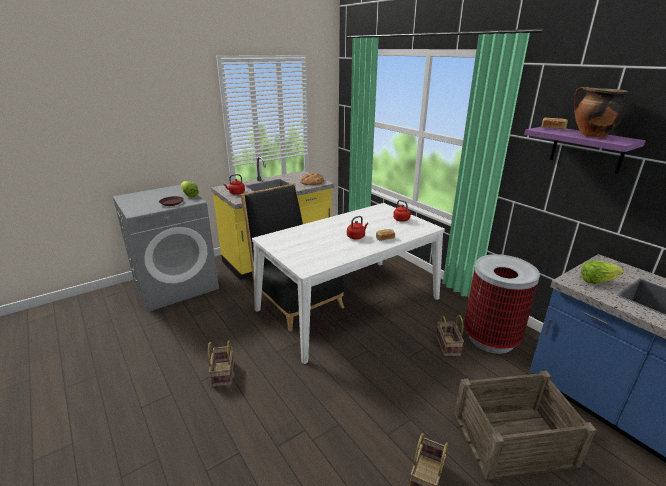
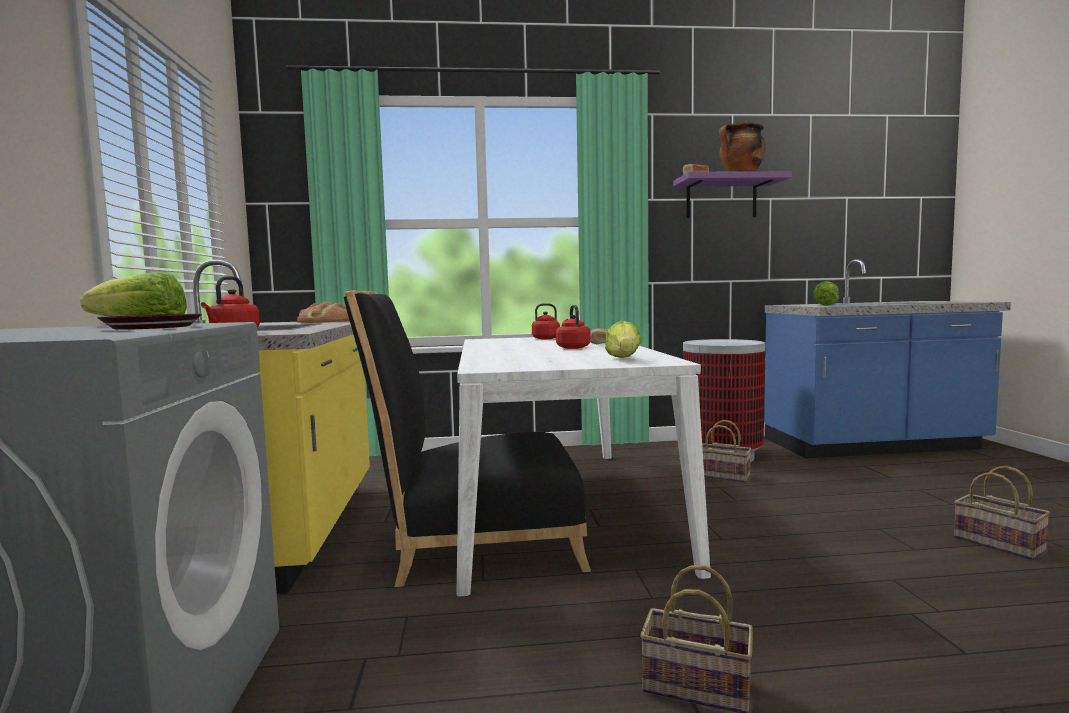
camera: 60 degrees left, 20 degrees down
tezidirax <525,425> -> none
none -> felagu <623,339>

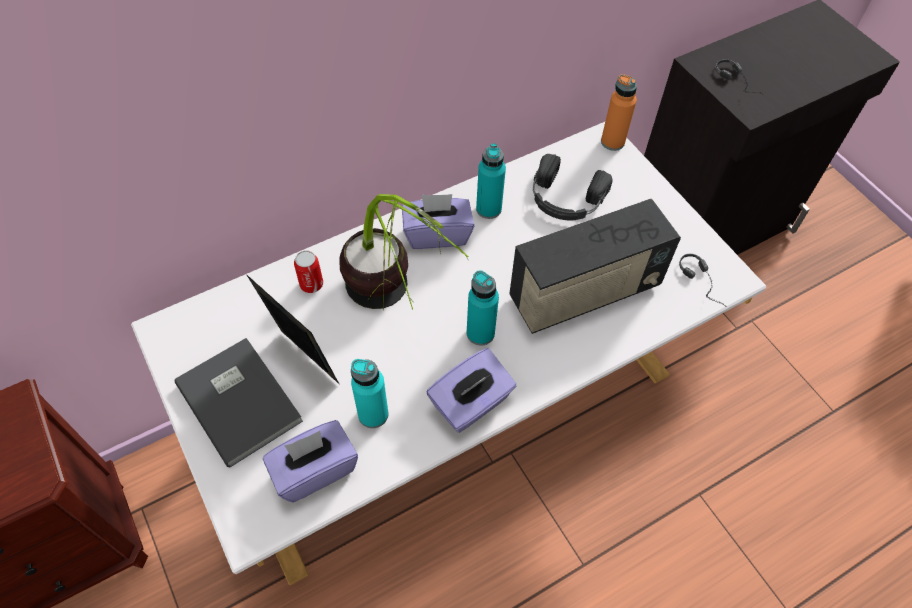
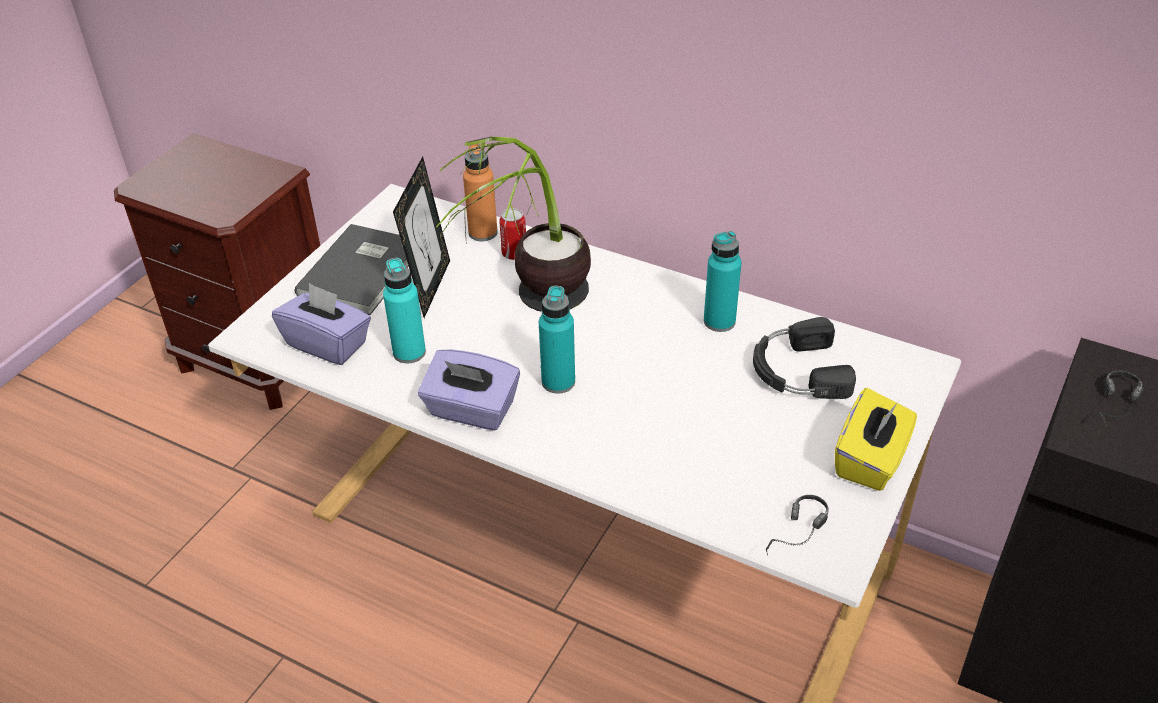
camera: 60 degrees right, 15 degrees down
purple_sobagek <438,221> -> none
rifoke <595,266> -> none
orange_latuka <619,112> -> orange_latuka <480,192>, moved
none -> yellow_sobagek <876,439>

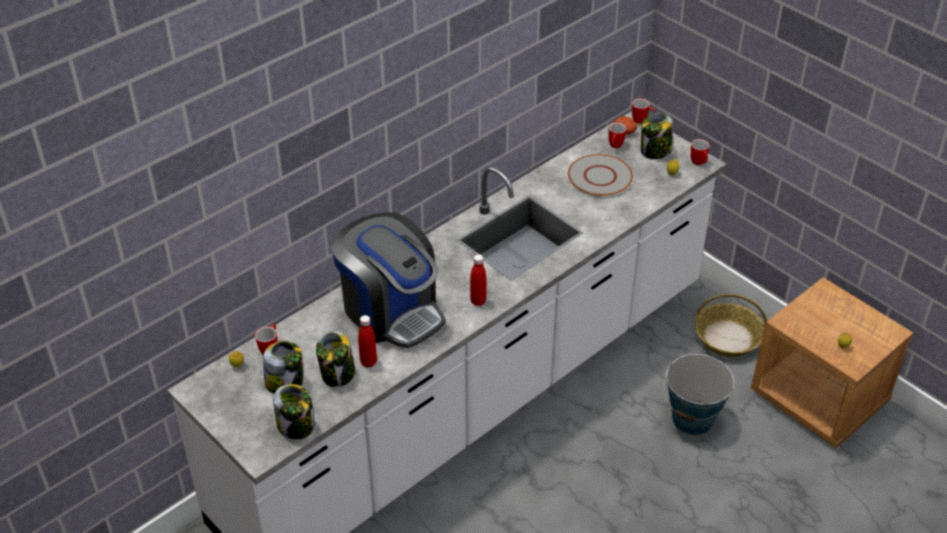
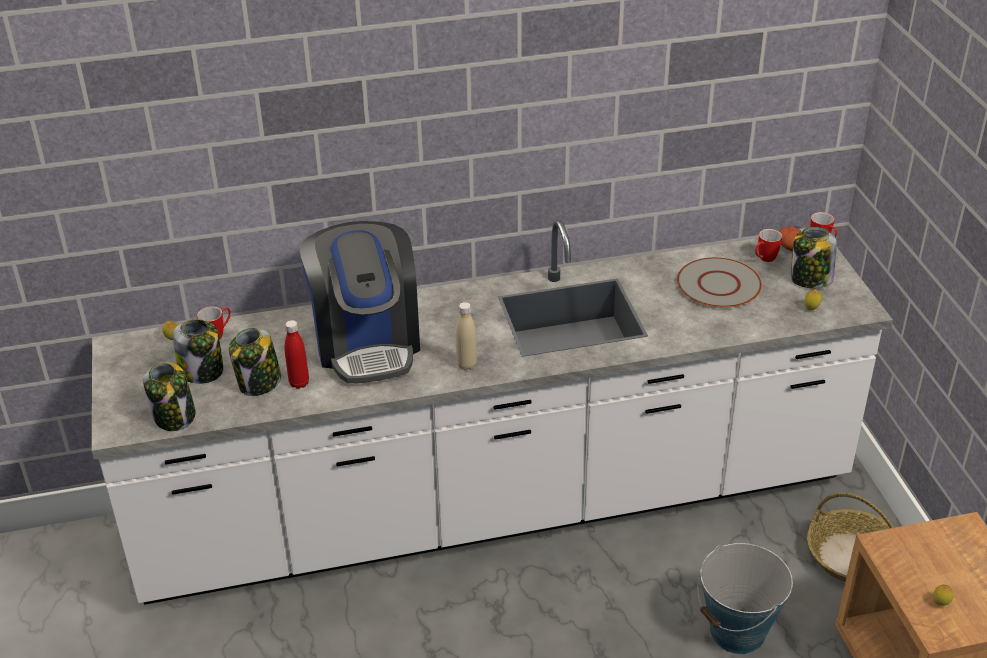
camera: 30 degrees right, 5 degrees down
red_latuka <478,280> -> beige_latuka <466,336>
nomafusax <700,152> -> none

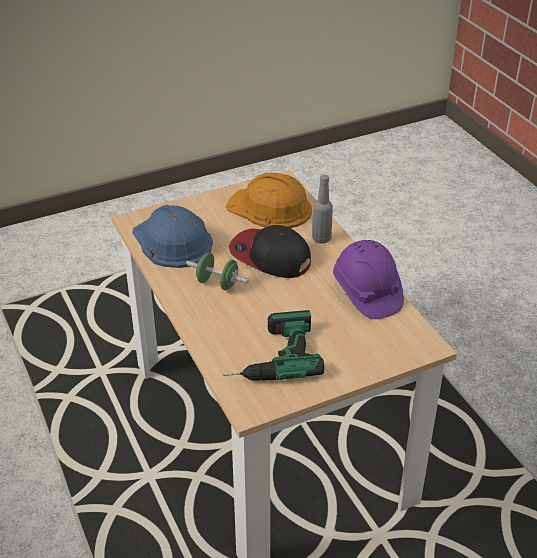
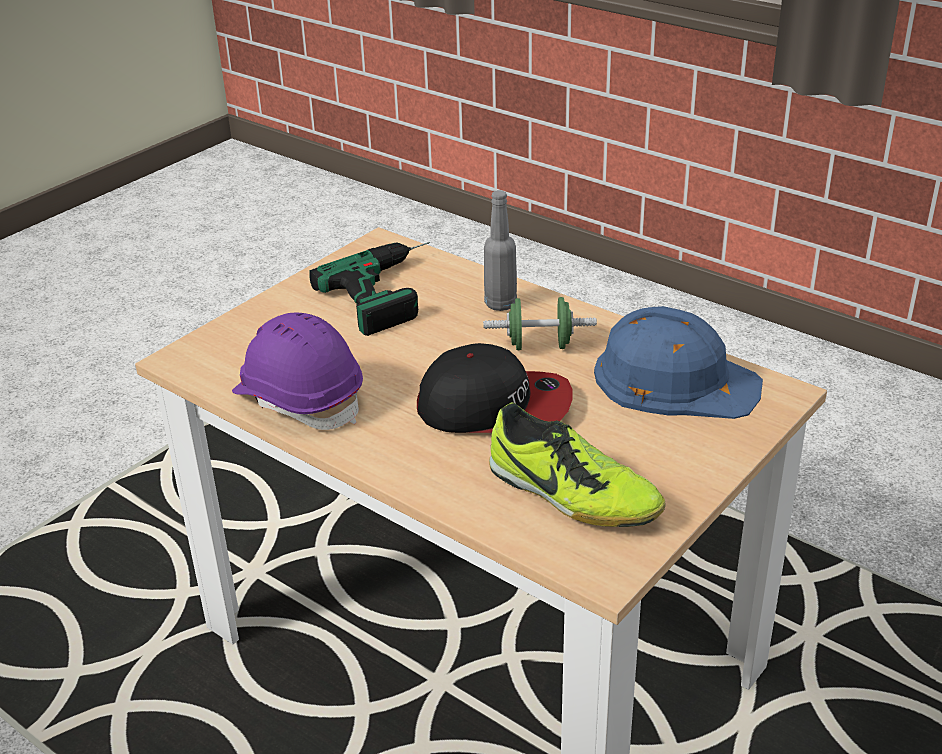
camera: 155 degrees right, 5 degrees down
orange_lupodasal <268,200> -> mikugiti <577,464>
grey_latuka <322,209> -> grey_latuka <500,250>, moved

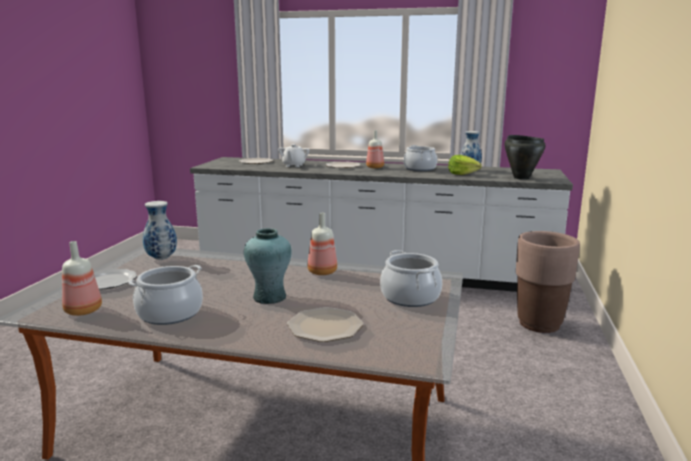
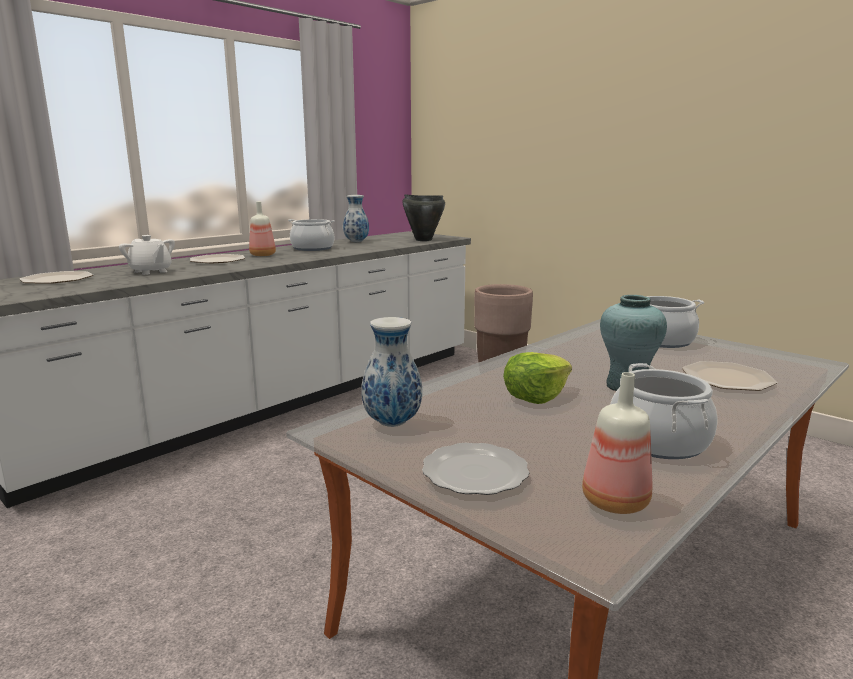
camera: 60 degrees left, 0 degrees up
latuka <322,244> -> none
felagu <465,165> -> felagu <537,378>, moved

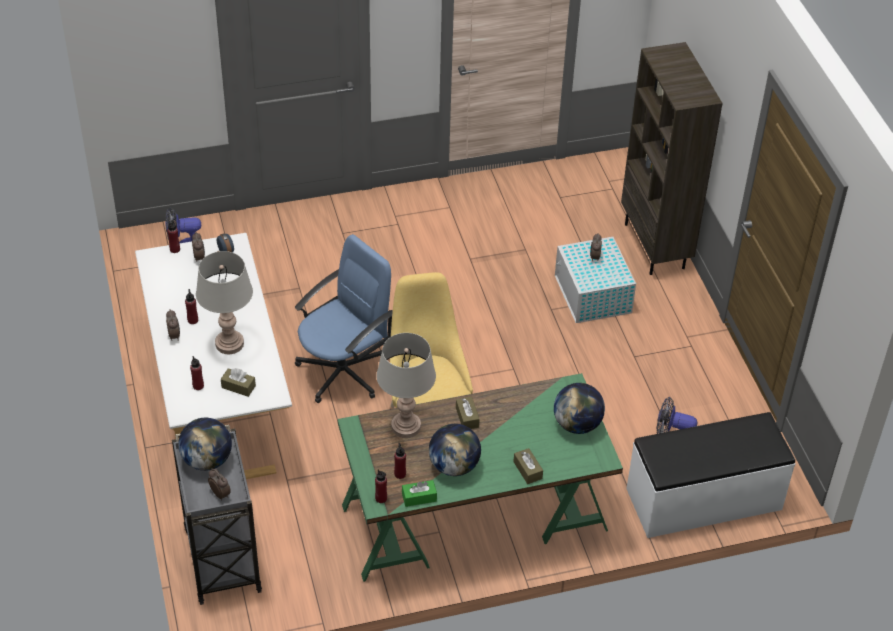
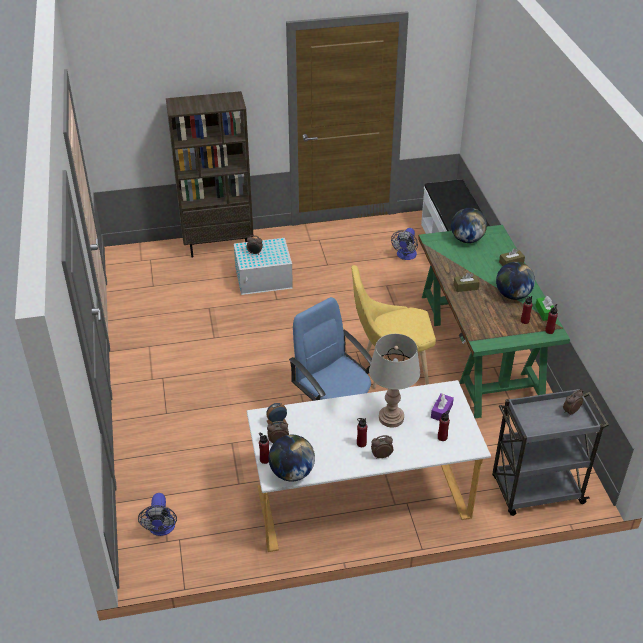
camera: 85 degrees left, 5 degrees down
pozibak <205,444> -> pozibak <292,458>, moved
brown_sobagek <238,382> -> purple_sobagek <442,407>
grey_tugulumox <406,385> -> none

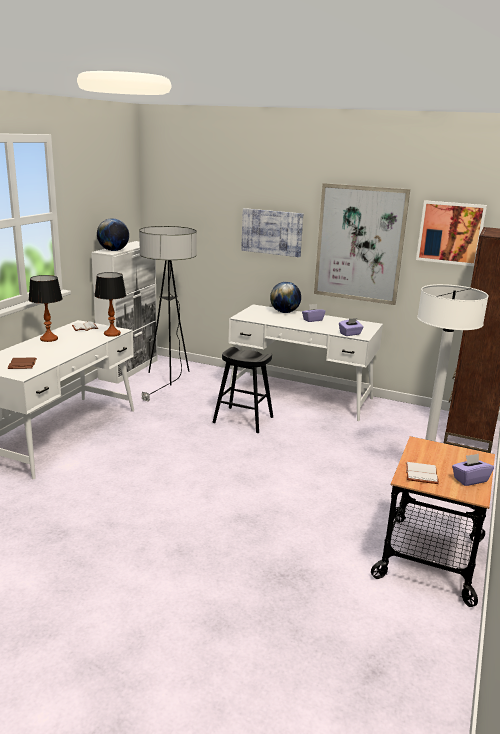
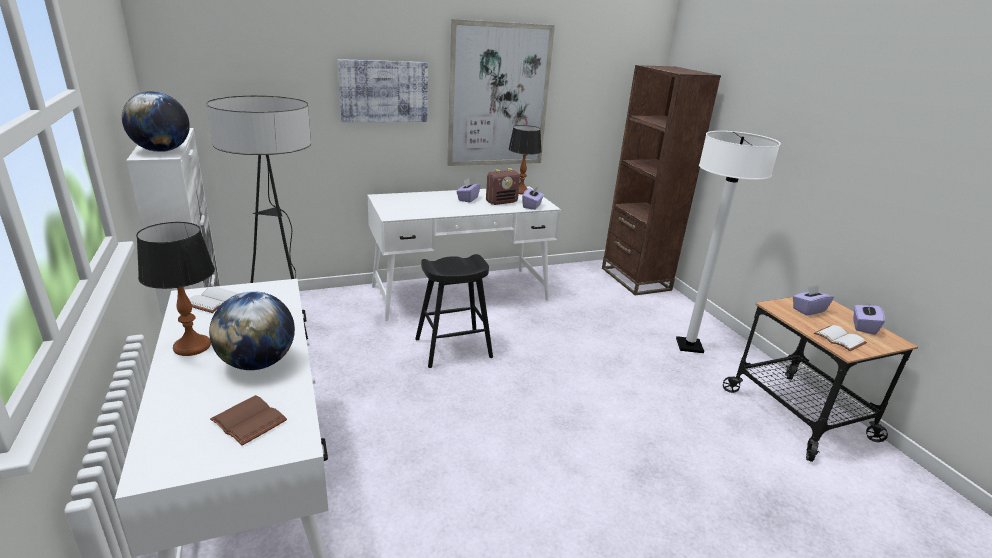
camera: 45 degrees left, 5 degrees up
tugulumox <110,304> -> tugulumox <525,160>, moved
pozibak <285,297> -> pozibak <252,330>, moved
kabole <451,233> -> none
none -> rifoke <503,186>
none -> purple_sobagek <813,300>

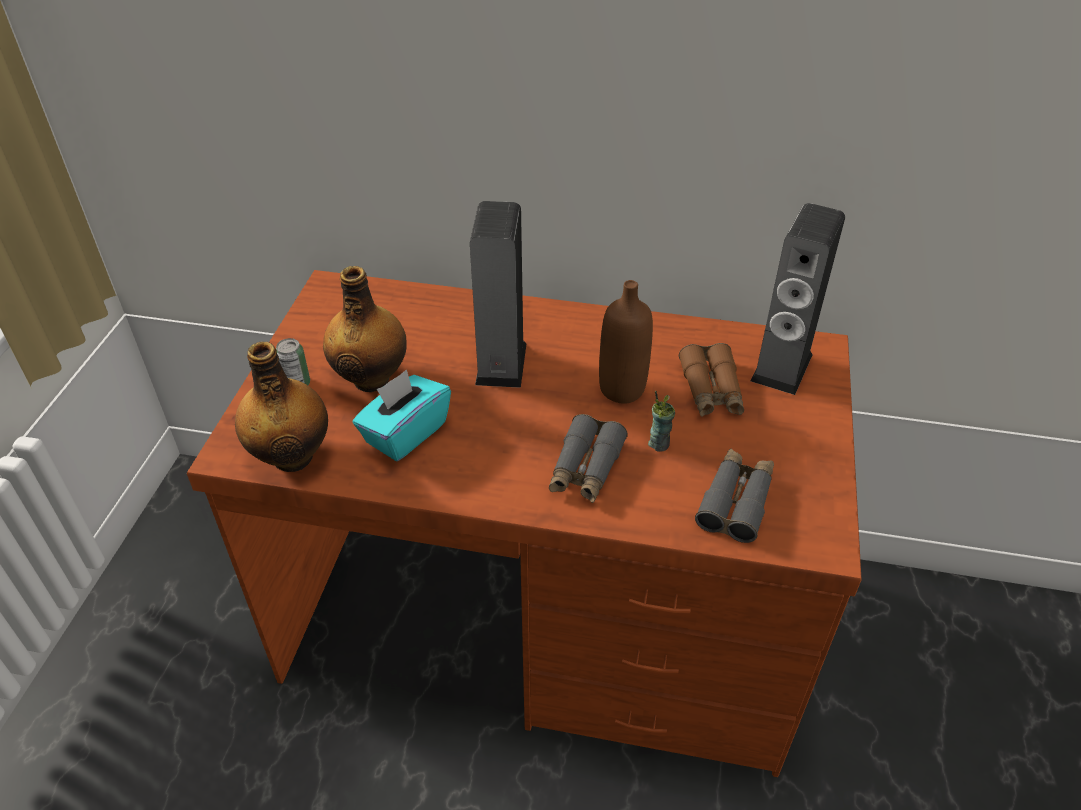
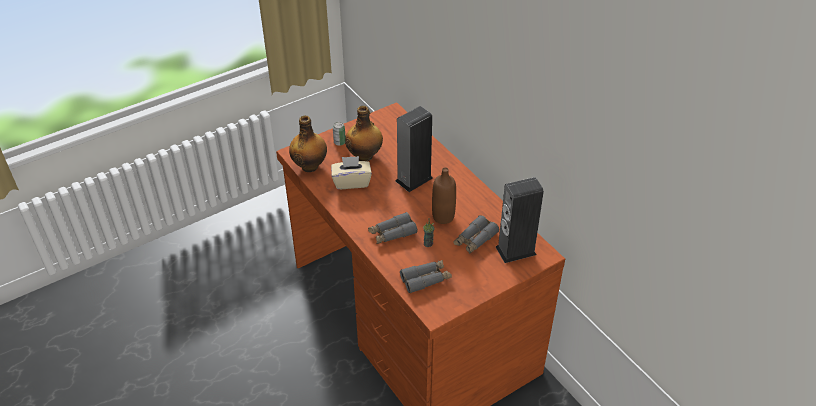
camera: 45 degrees right, 0 degrees up
turquoise_sobagek <402,415> -> beige_sobagek <351,172>
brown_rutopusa <711,380> -> grey_rutopusa <476,234>

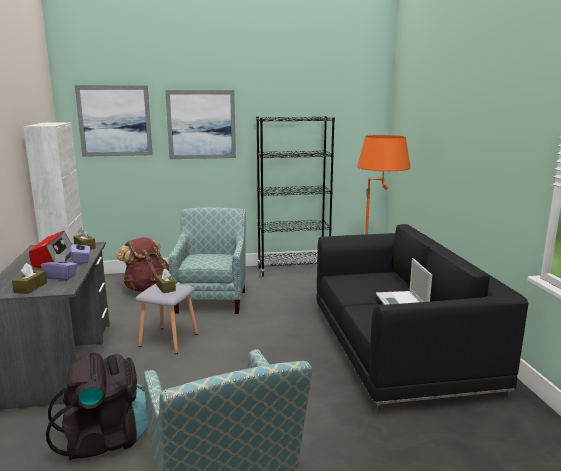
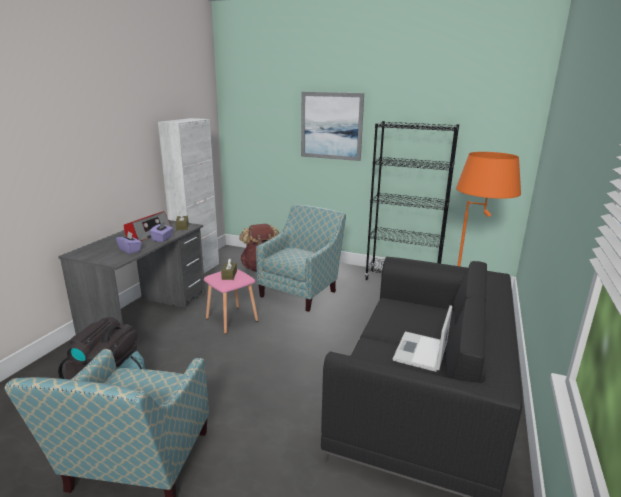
camera: 30 degrees right, 5 degrees up
brown_sobagek <29,278> -> none
kabole <114,121> -> none
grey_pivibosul <167,319> -> pink_pivibosul <231,301>

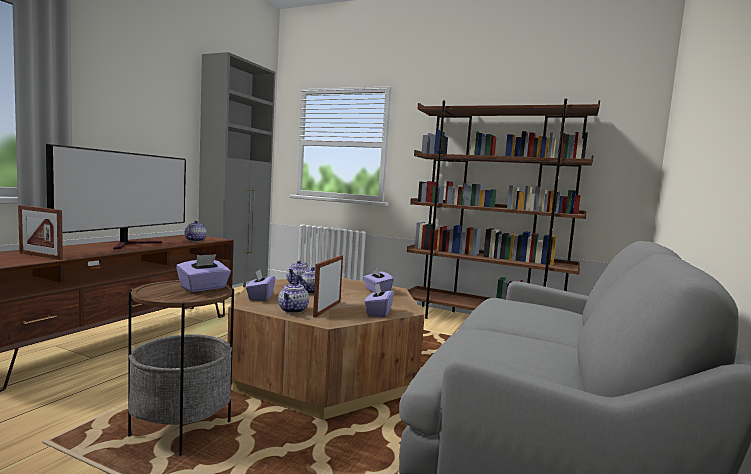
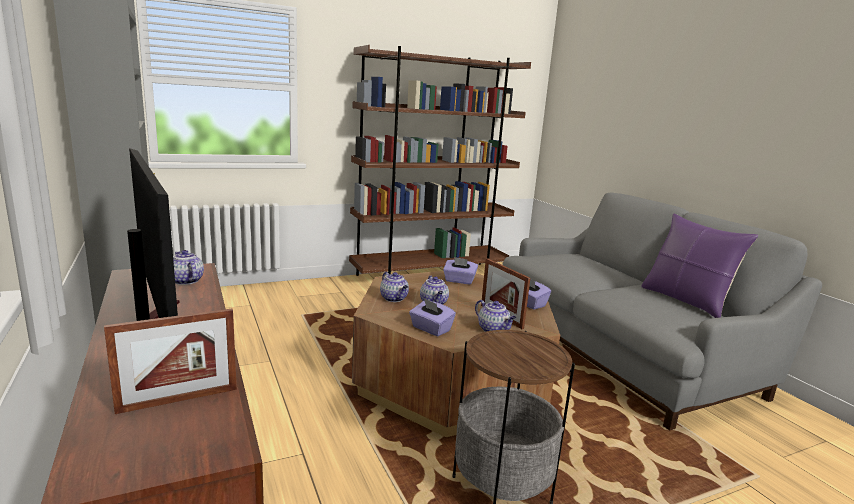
camera: 50 degrees left, 10 degrees up
purple_sobagek <203,273> -> none
none -> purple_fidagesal <700,266>

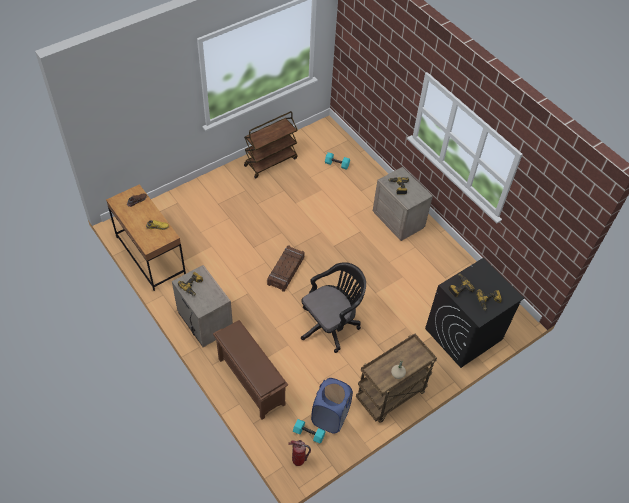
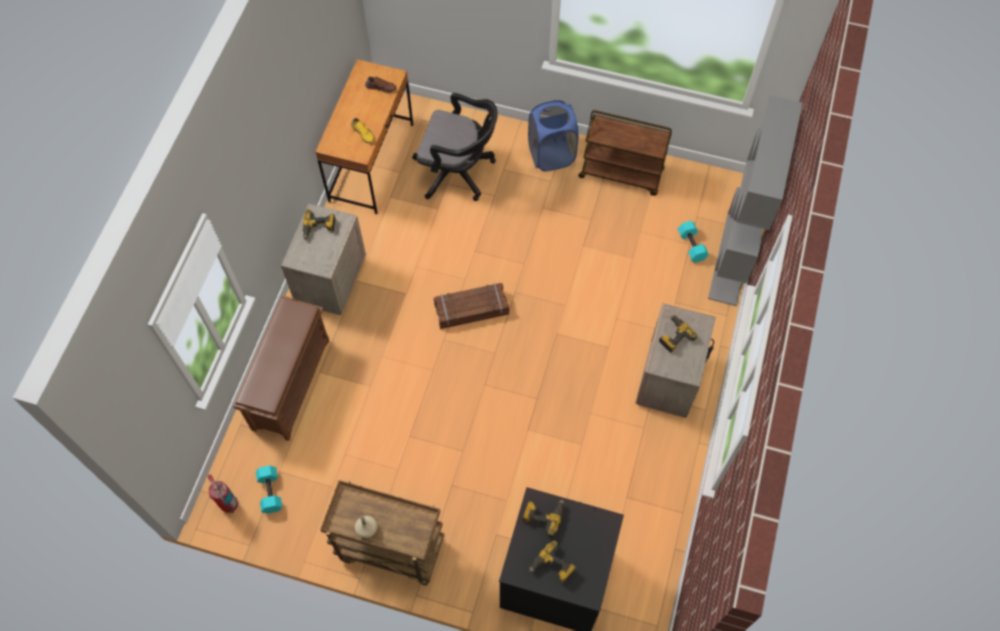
camera: 55 degrees right, 10 degrees up
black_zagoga <333,307> -> black_zagoga <455,147>, moved
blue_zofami <332,406> -> blue_zofami <553,135>, moved
none -> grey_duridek <755,200>

